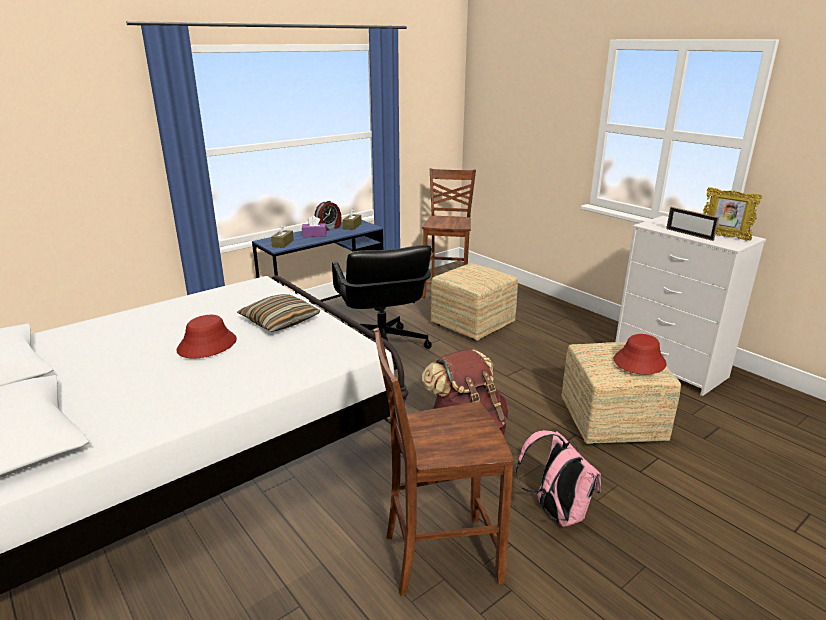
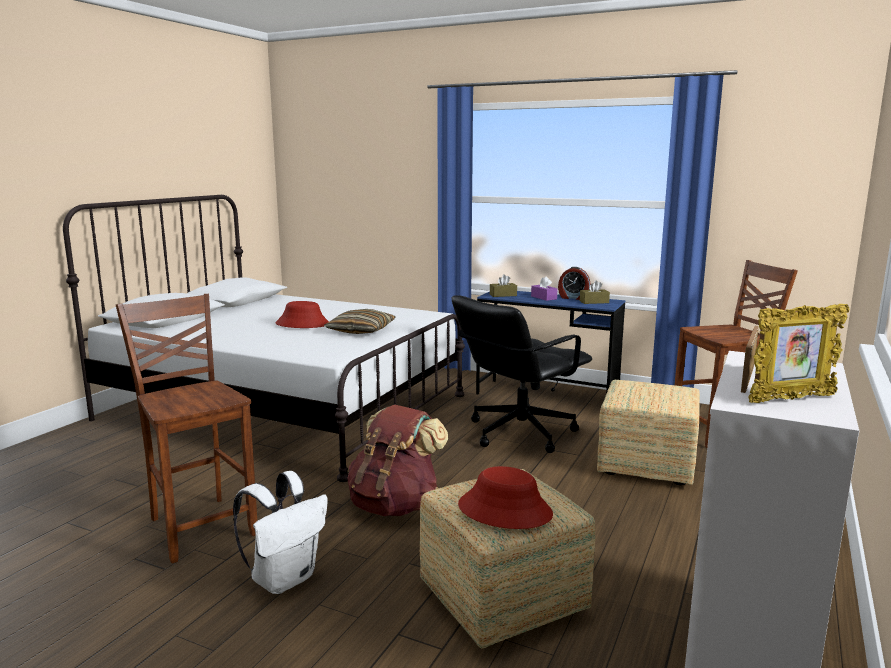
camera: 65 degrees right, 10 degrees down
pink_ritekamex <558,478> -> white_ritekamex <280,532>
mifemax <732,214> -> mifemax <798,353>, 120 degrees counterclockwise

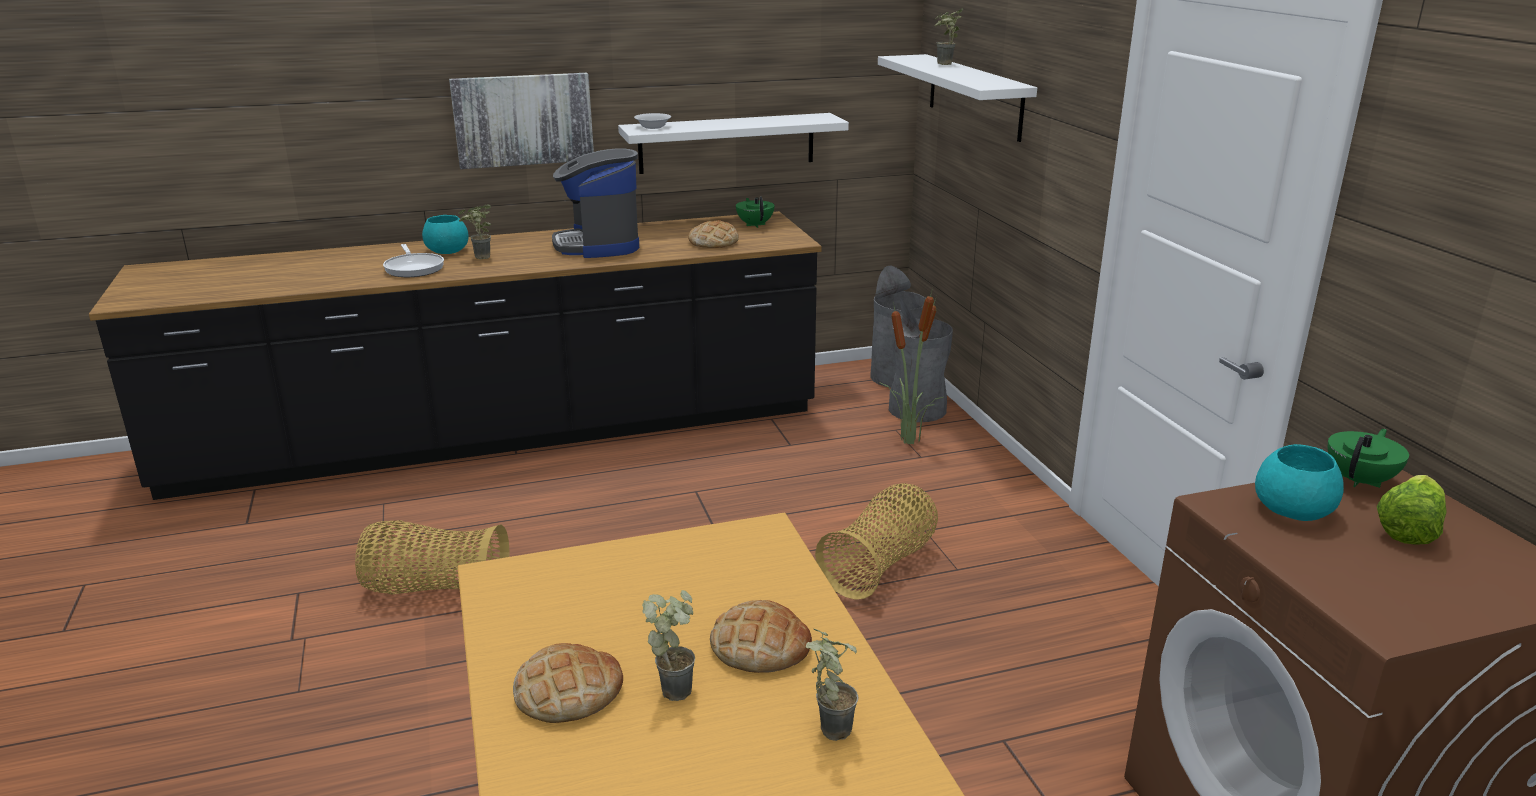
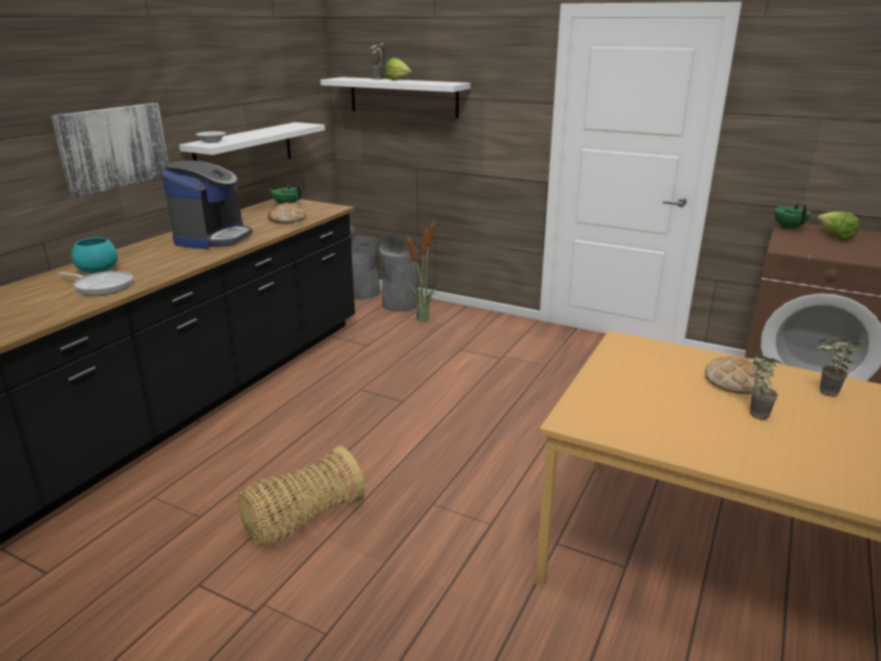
camera: 45 degrees left, 0 degrees up
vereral <474,231> -> none
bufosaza <568,683> -> none
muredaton <595,203> -> muredaton <207,205>, 105 degrees counterclockwise
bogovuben <876,541> -> none
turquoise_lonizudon <1299,482> -> none
none -> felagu <398,69>

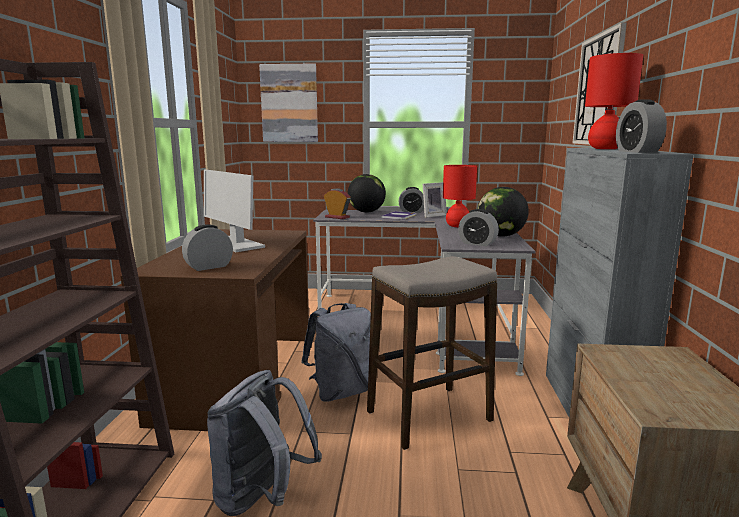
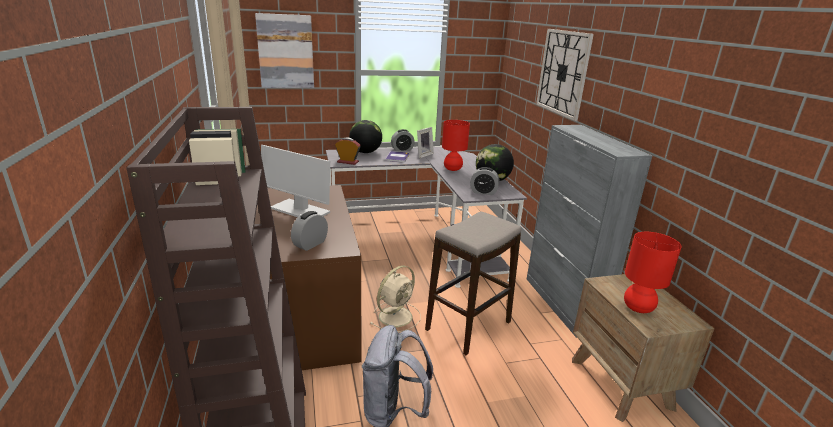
camera: 20 degrees left, 10 degrees up
grey_ritekamex <336,352> -> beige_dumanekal <395,299>
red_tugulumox <614,101> -> red_tugulumox <652,272>, moved
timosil <641,126> -> none

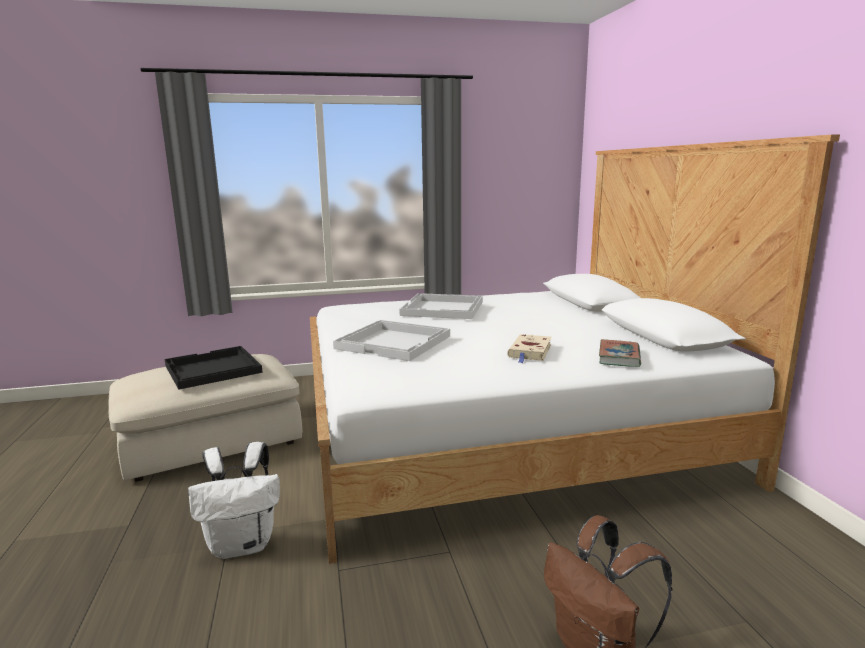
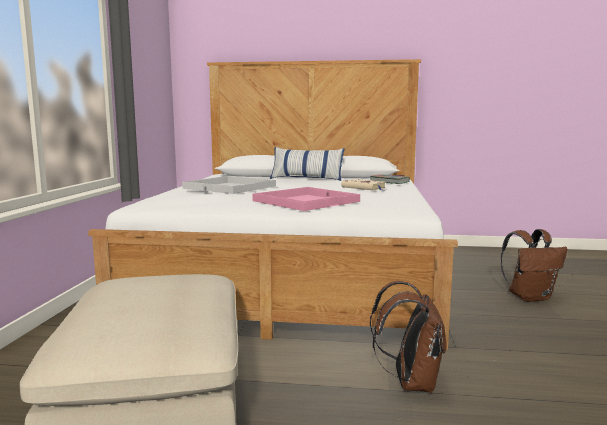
camera: 70 degrees left, 5 degrees down
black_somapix <214,368> -> none
white_ritekamex <234,500> -> brown_ritekamex <408,337>
white_somapix <391,340> -> pink_somapix <306,199>
none -> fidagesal <307,164>

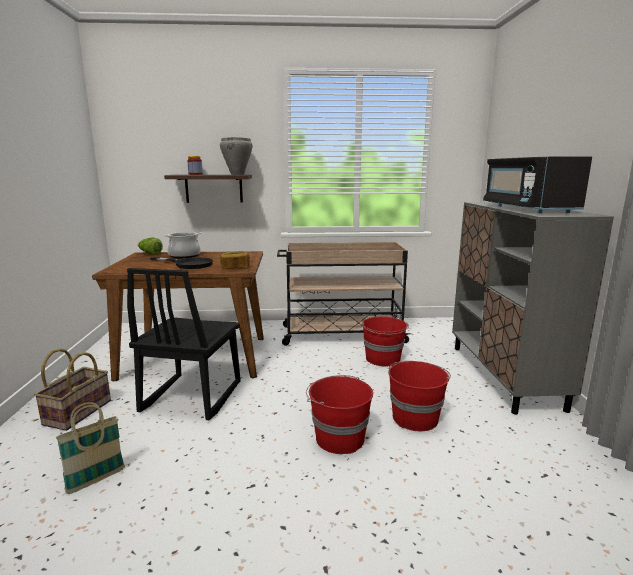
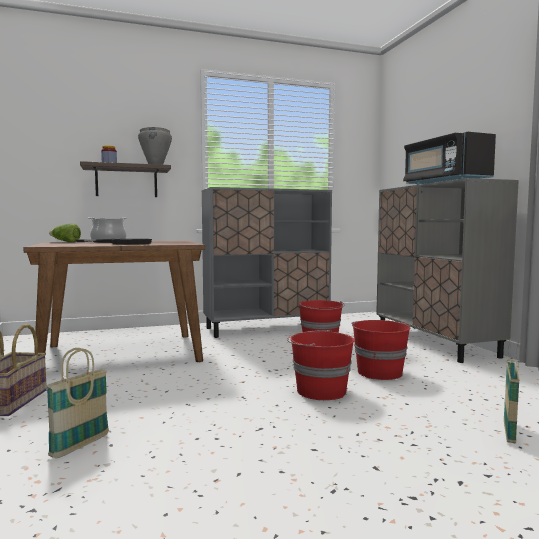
camera: 15 degrees left, 10 degrees down
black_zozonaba <184,344> -> none
bufosaza <235,260> -> none
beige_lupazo <344,294> -> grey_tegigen <267,262>
none -> bogovuben <512,392>

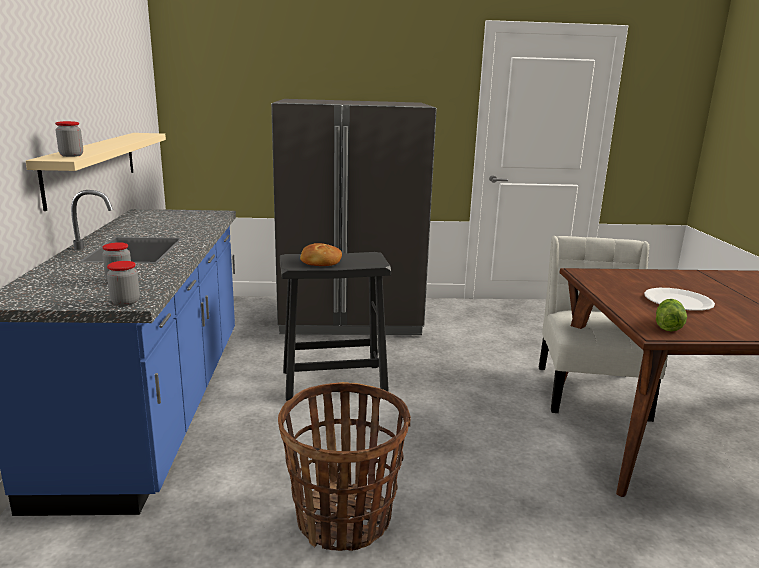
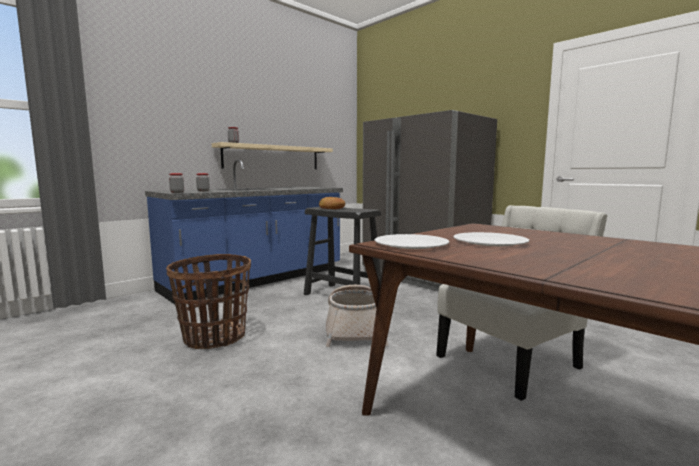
camera: 50 degrees right, 10 degrees down
felagu <671,315> -> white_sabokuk <411,241>
none -> bogovuben <357,316>

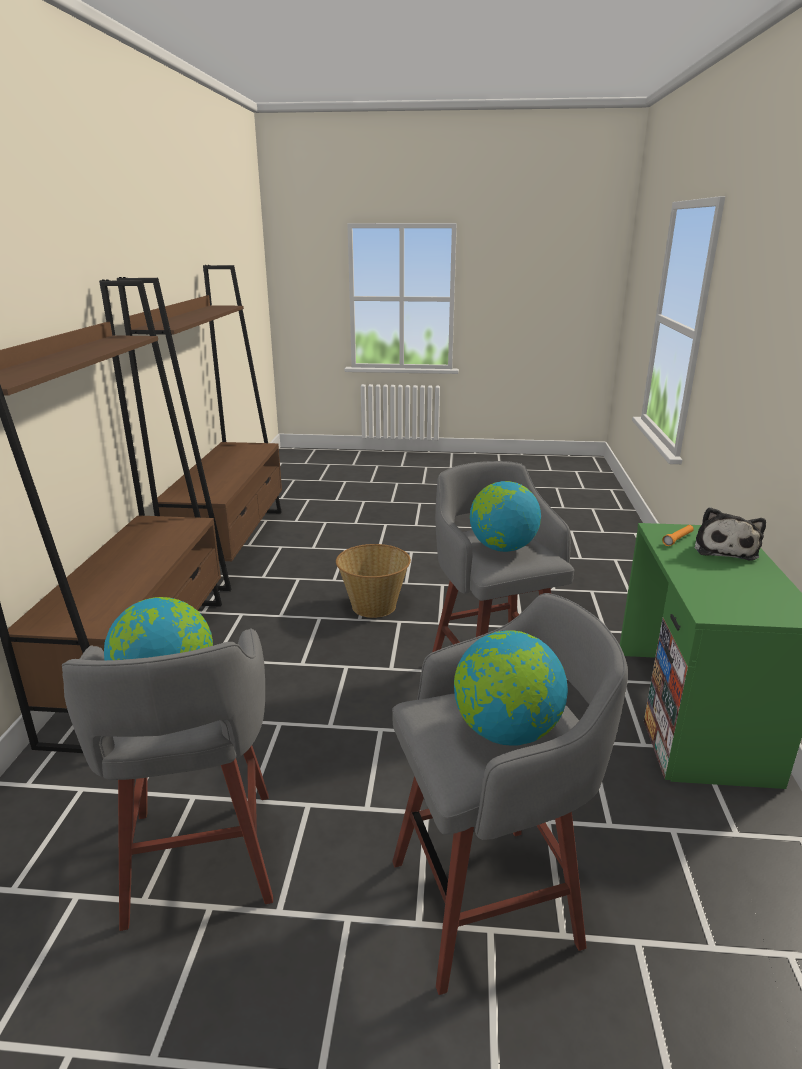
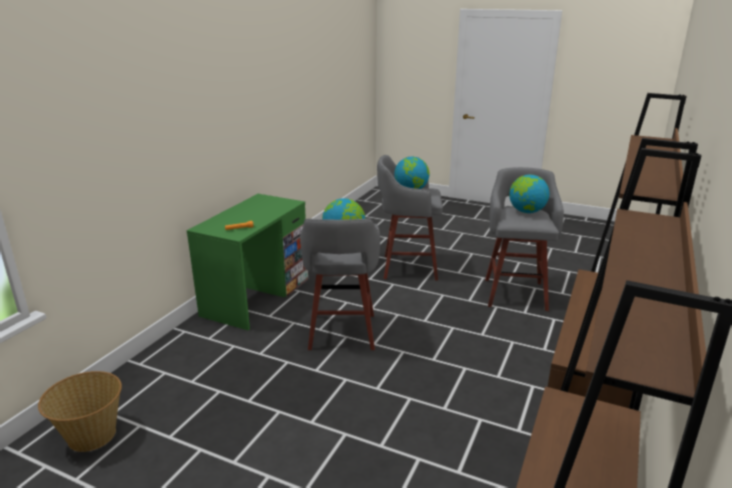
camera: 160 degrees left, 0 degrees up
bogovuben <373,581> -> bogovuben <80,411>, moved
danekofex <730,534> -> none

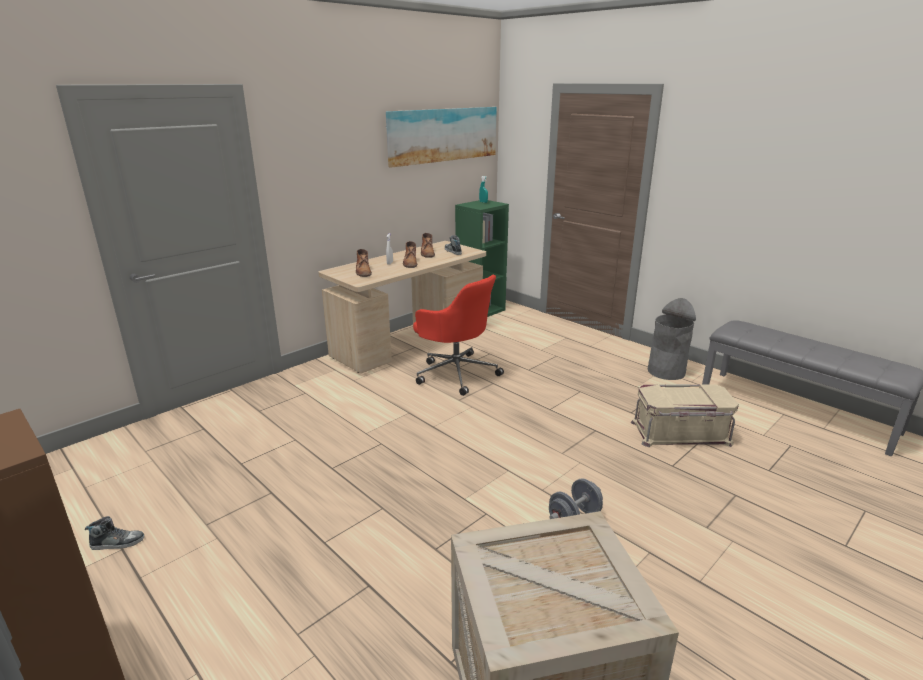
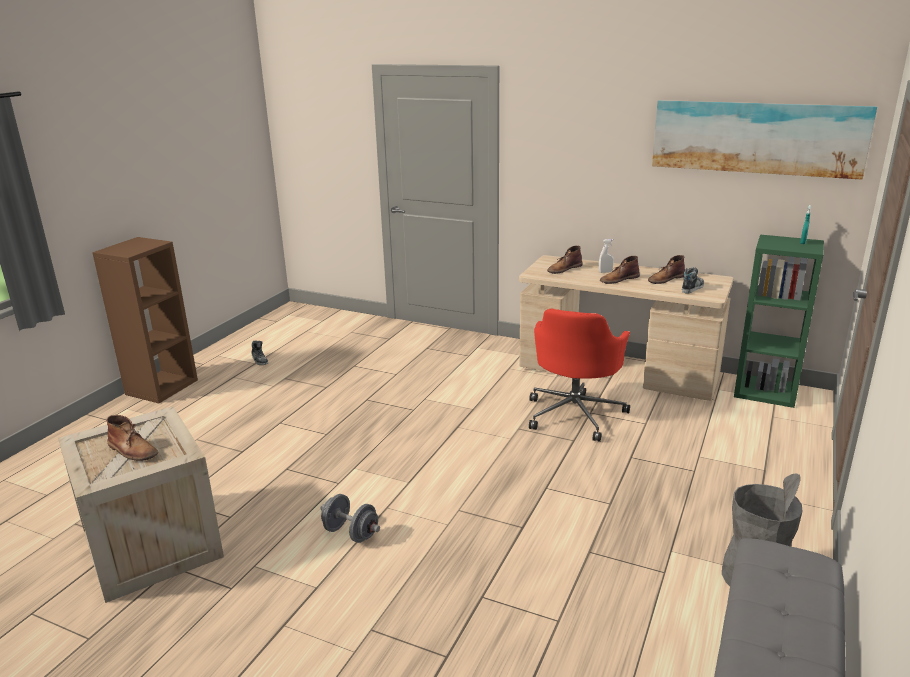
camera: 70 degrees right, 0 degrees up
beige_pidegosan <685,415> -> none
none -> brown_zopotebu <132,438>

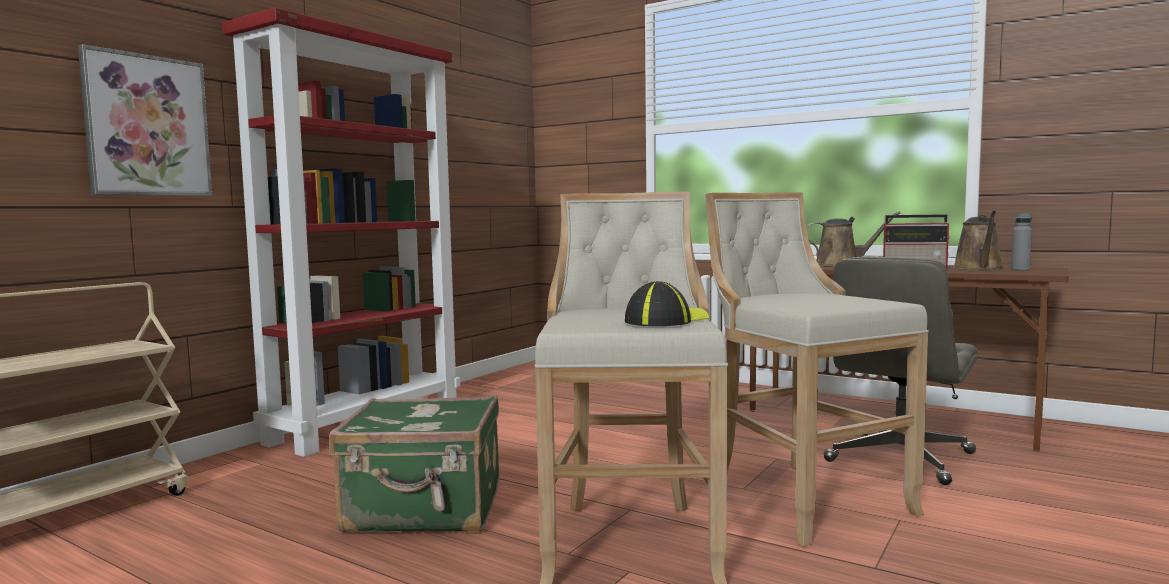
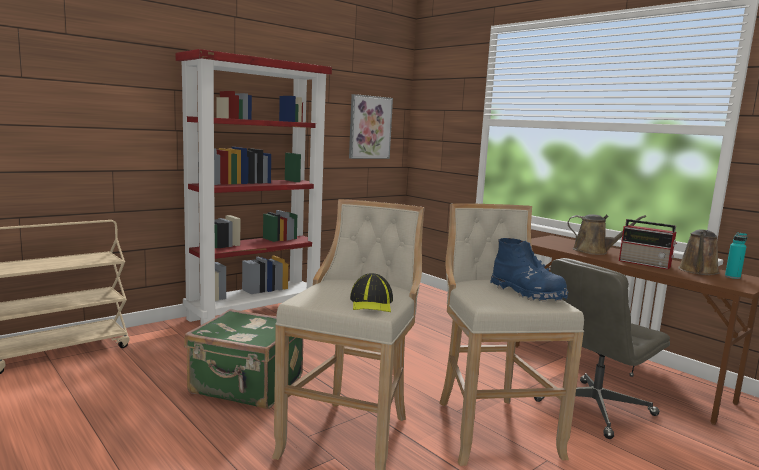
camera: 15 degrees right, 5 degrees up
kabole <145,120> -> kabole <371,126>, moved
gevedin <667,303> -> gevedin <371,292>, 120 degrees clockwise
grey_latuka <1021,241> -> turquoise_latuka <736,255>
none -> blue_zopotebu <529,269>

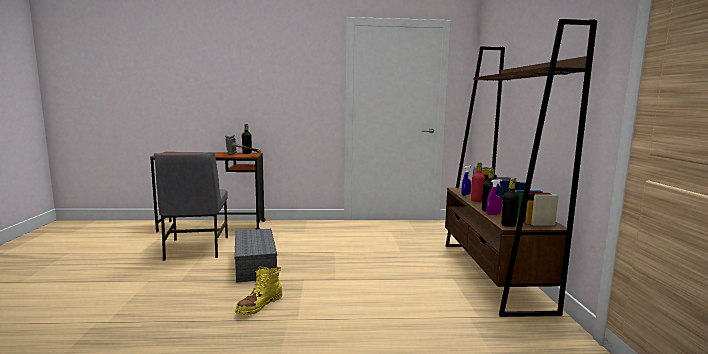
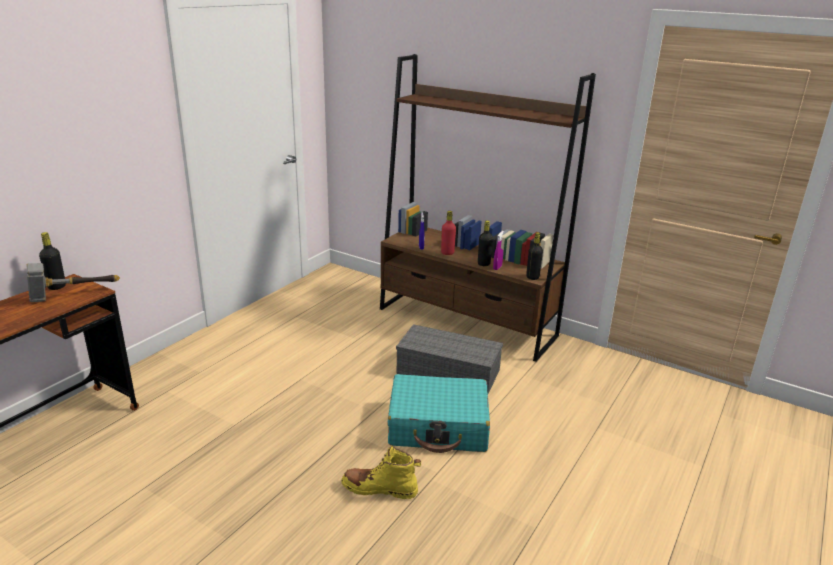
camera: 55 degrees left, 15 degrees up
grey_zozonaba <191,206> -> none
grey_pidegosan <256,256> -> grey_pidegosan <449,359>, moved
yellow_zopotebu <258,290> -> yellow_zopotebu <381,472>, 120 degrees clockwise
none -> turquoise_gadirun <438,413>

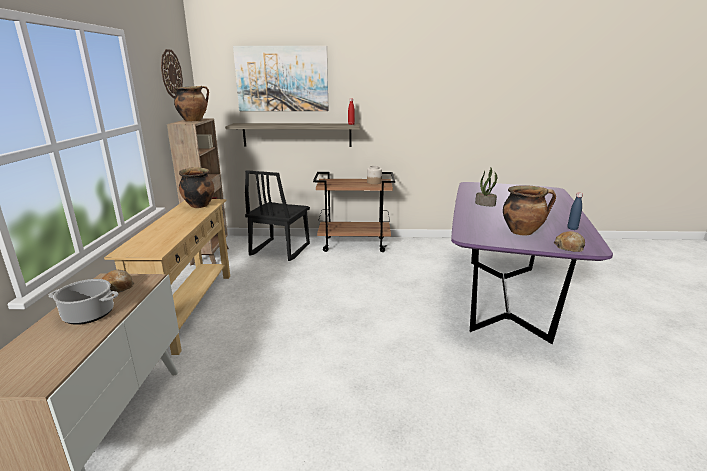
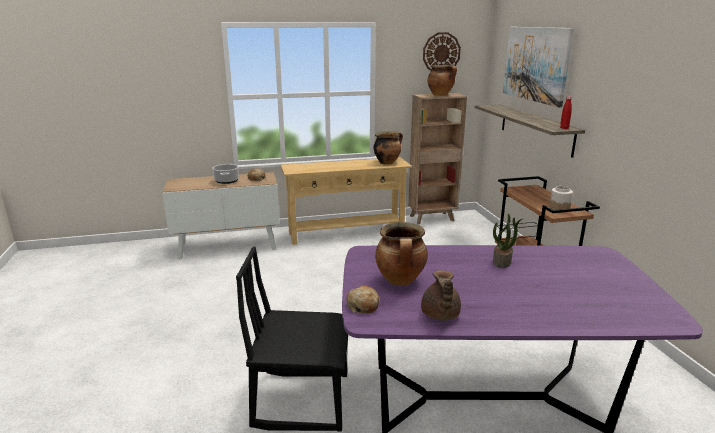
camera: 75 degrees right, 0 degrees up
black_zozonaba <277,215> -> black_zozonaba <292,339>, moved
blue_latuka <575,211> -> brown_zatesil <441,295>

